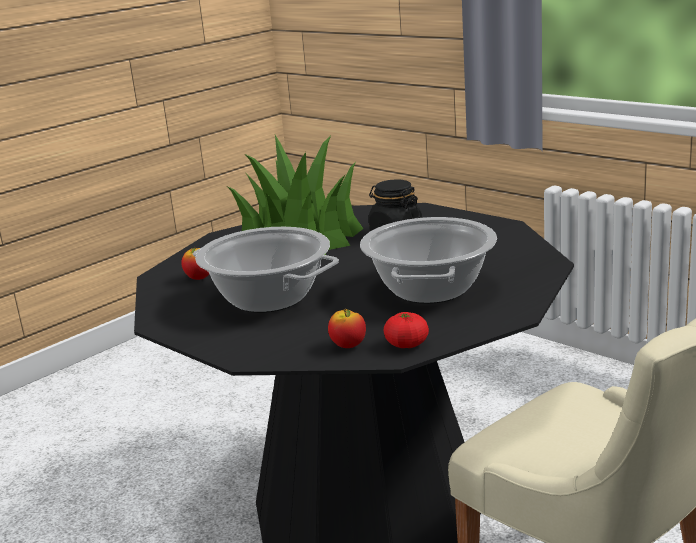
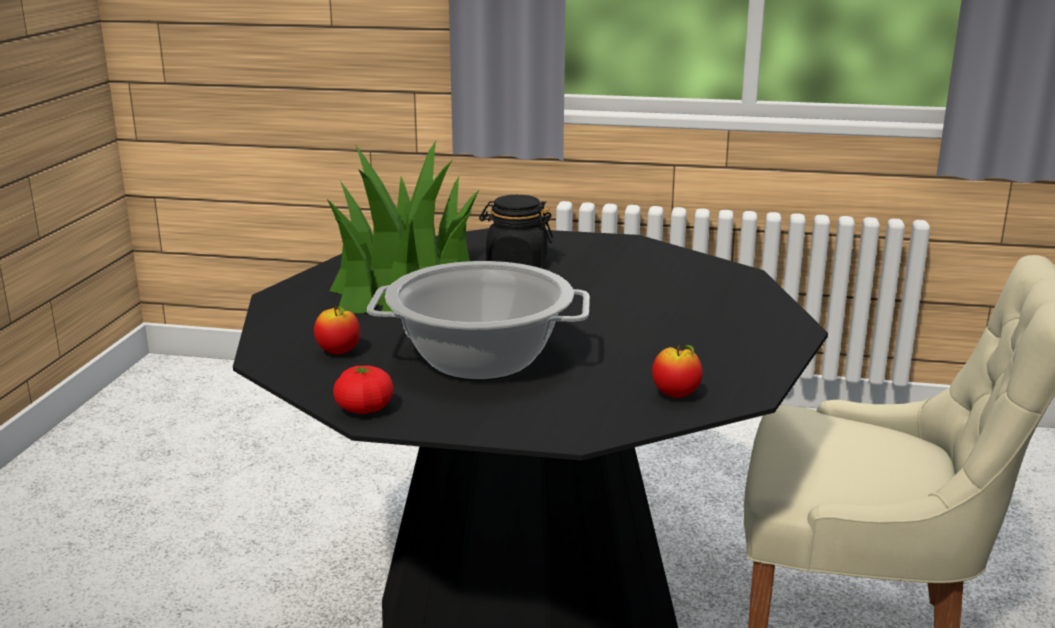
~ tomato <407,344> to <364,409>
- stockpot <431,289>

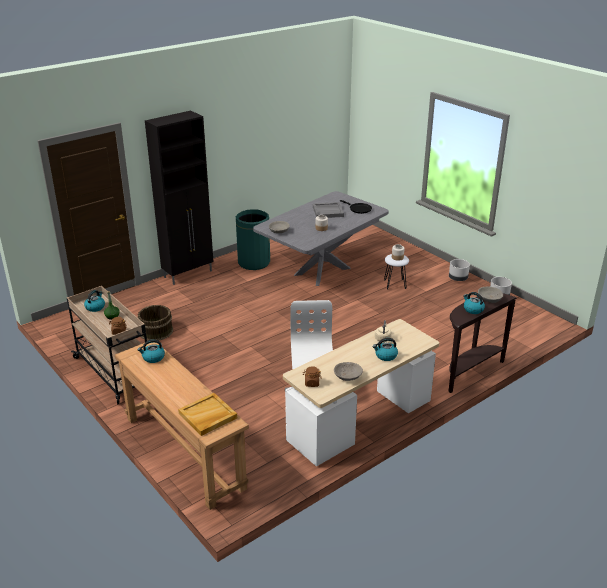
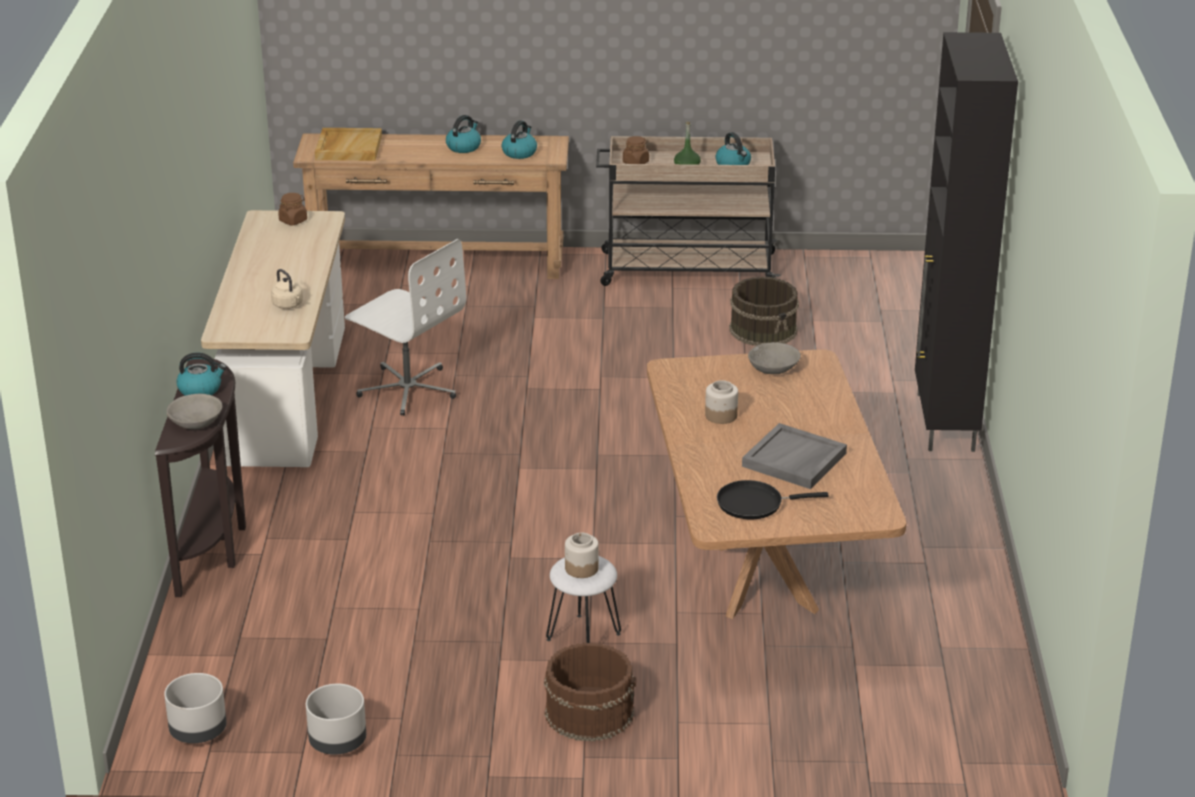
~ flower pot (gray) <458,278> to <199,732>
~ water kettle <385,356> to <463,147>
+ water bucket (brownish) <589,712>
~ kitchen table (gray) <321,271> to kitchen table (brownish) <761,574>
- trash can (green) <254,262>
- deep dish (gray) <347,376>

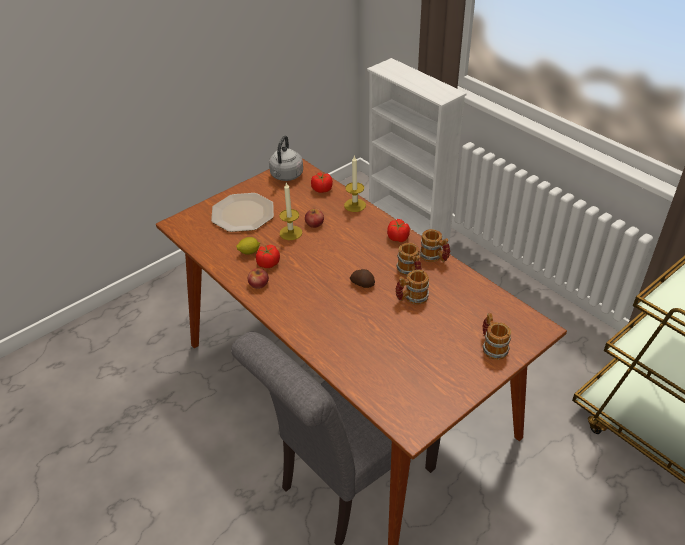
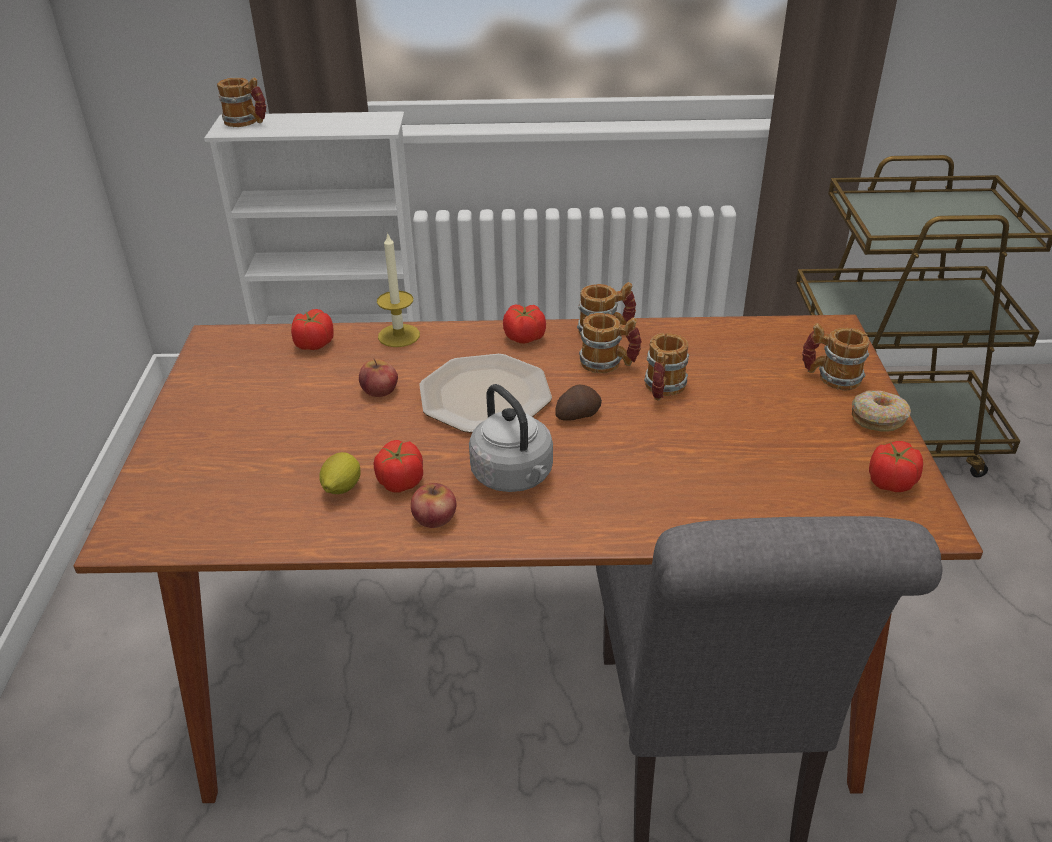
+ tea mug <247,122>
~ dinner plate <243,213> to <485,394>
~ water kettle (gray) <286,176> to <514,477>
+ donut <878,418>
+ tomato <890,482>
- wax candle <290,233>

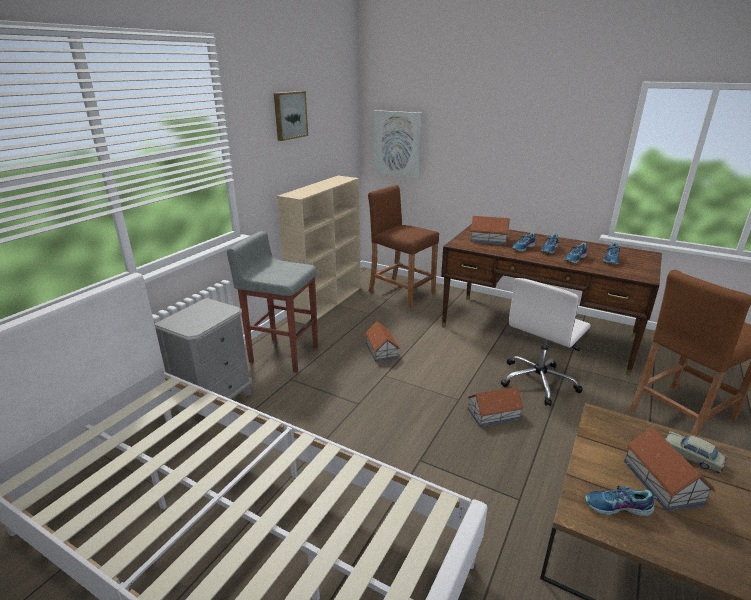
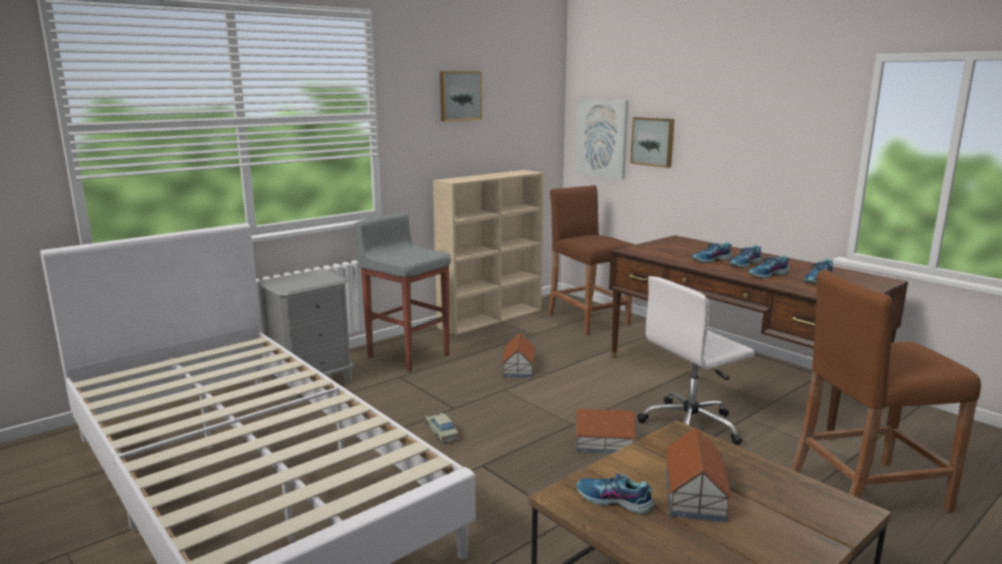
~ model car (beige-coloured) <691,456> to <442,433>
+ wall picture <653,141>
- toy house <488,239>

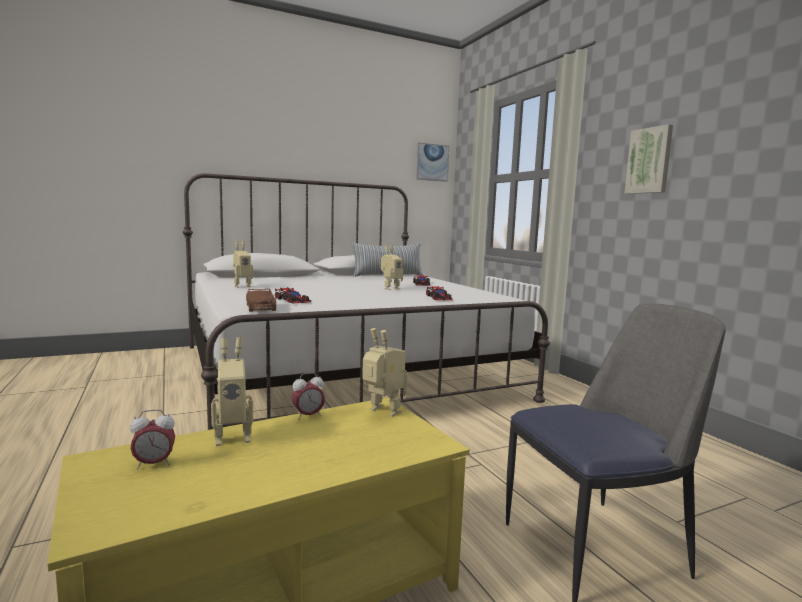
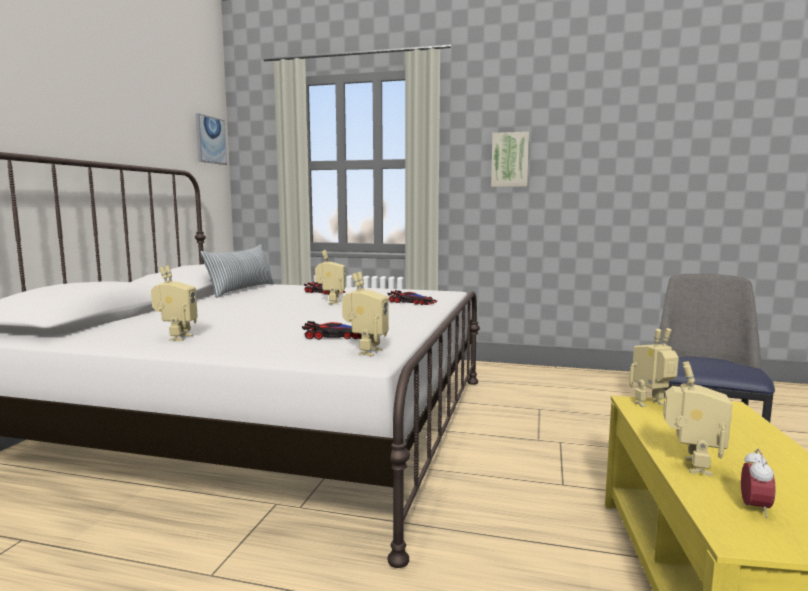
~ model car (brownish) <261,308> to toy robot <365,352>
- bedside clock <308,416>

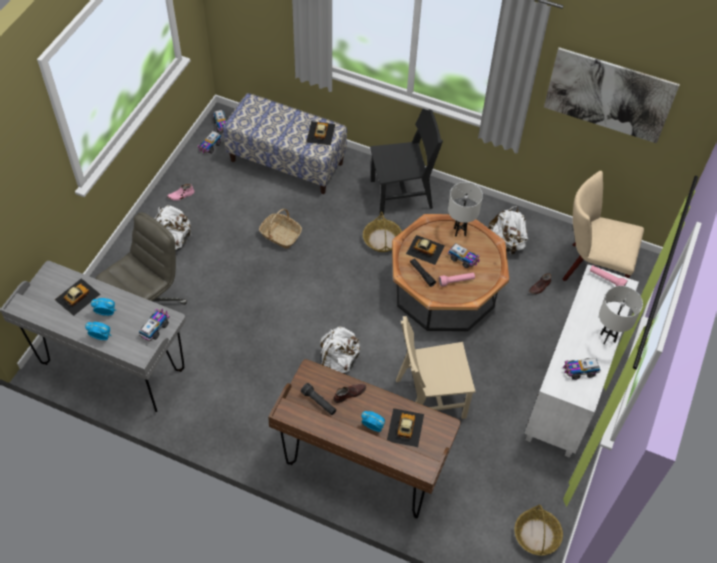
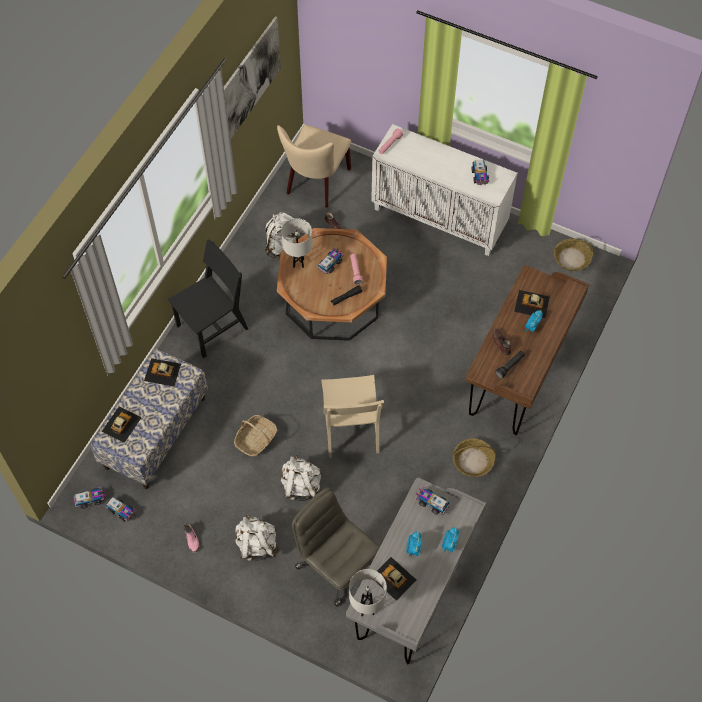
~ model car <425,249> to <121,424>
~ chair (black-coloured) <401,194> = <212,327> 60 degrees clockwise
~ backpack (whitish) <338,362> to <301,486>
~ chair (beige-coloured) <430,398> to <350,429>
~ tabletop lamp (whitish) <607,338> to <366,609>
~ storage basket <382,239> to <472,461>

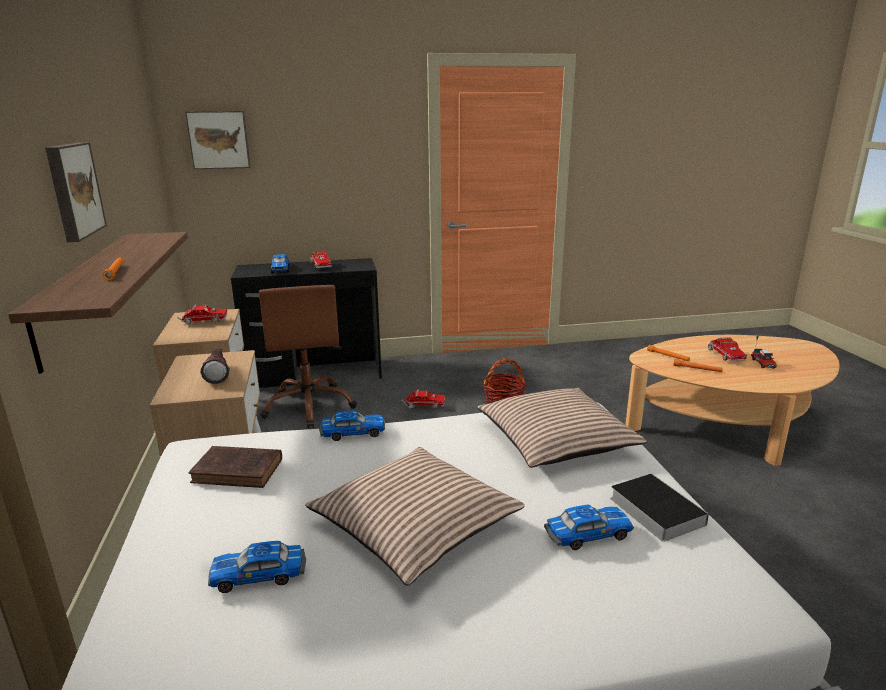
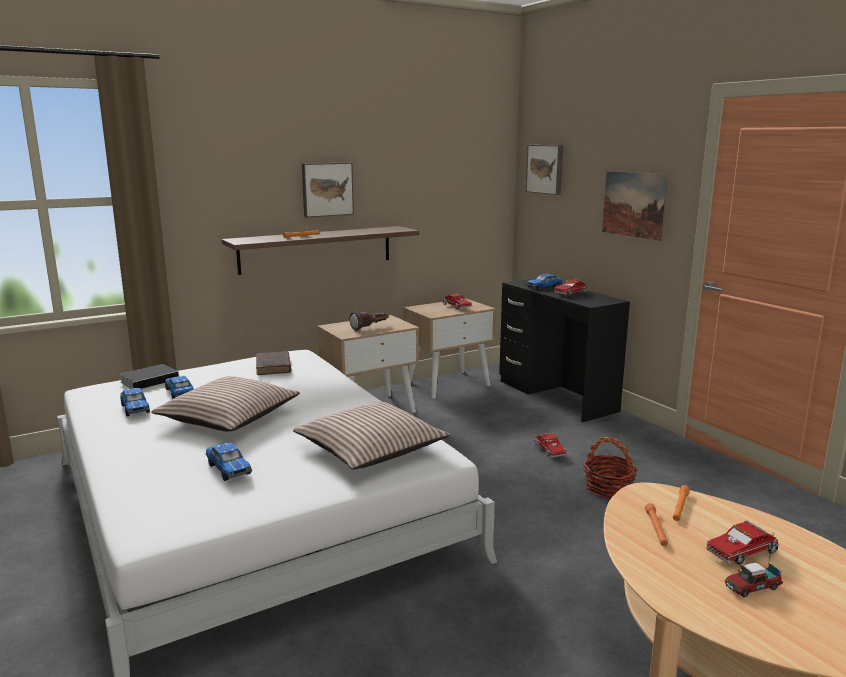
~ volume <653,510> to <151,380>
~ model car <352,433> to <135,408>
+ wall picture <634,204>
- office chair (brownish) <309,406>

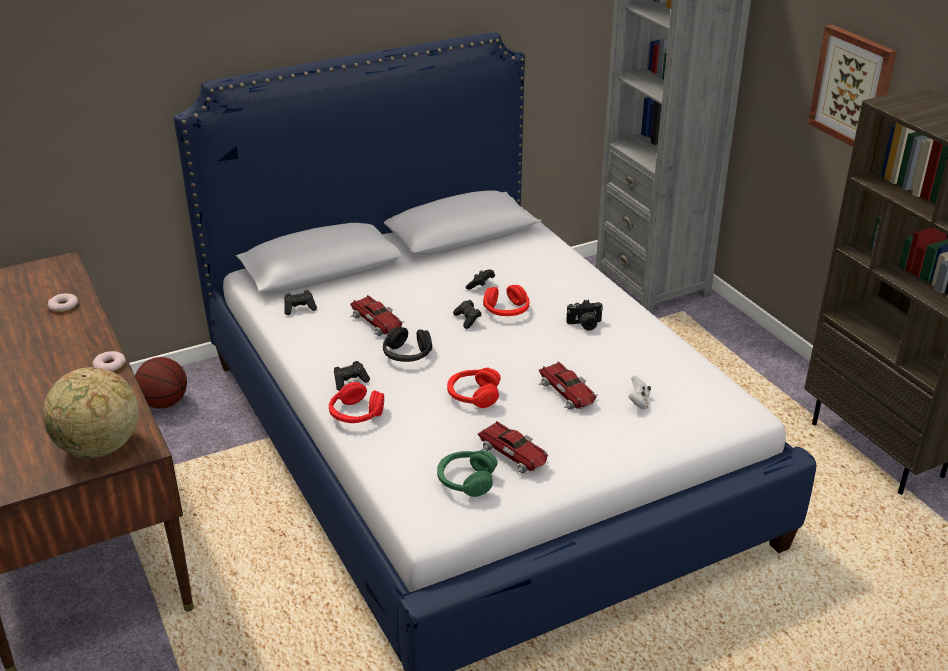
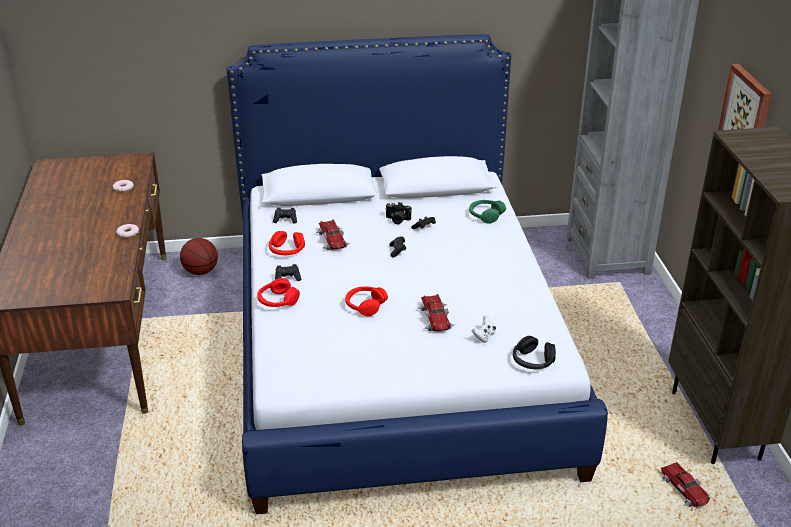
~ pair of headphones (reddish) <506,310> to <287,250>
~ still camera <585,324> to <397,220>
~ pair of headphones (green) <466,480> to <486,215>
~ pair of headphones (black-coloured) <407,354> to <533,361>
~ model car <514,453> to <685,490>
- globe <99,448>

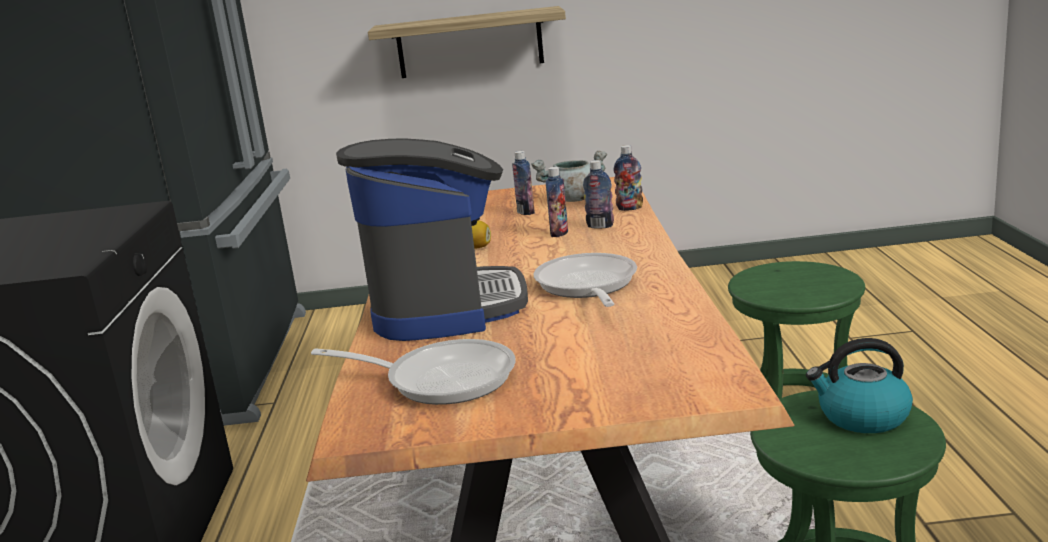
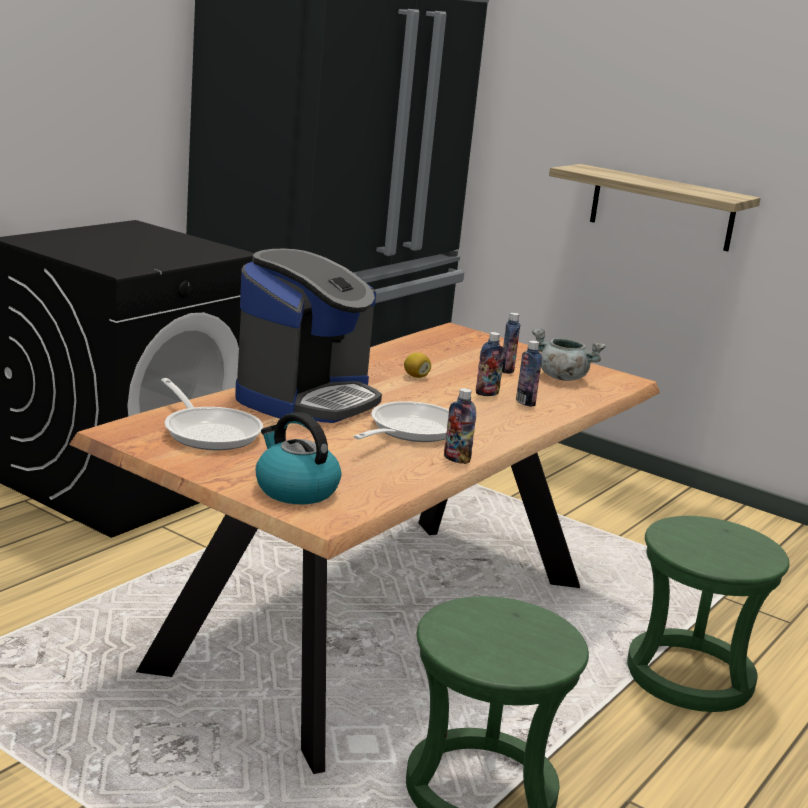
~ water kettle <862,417> to <295,490>
~ bottle <629,208> to <456,459>

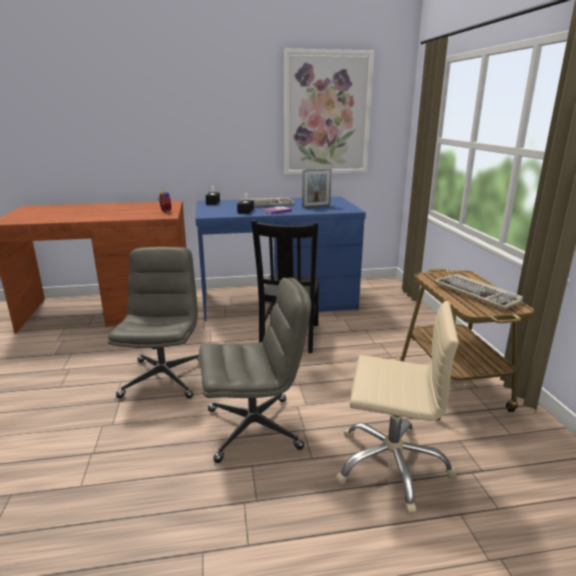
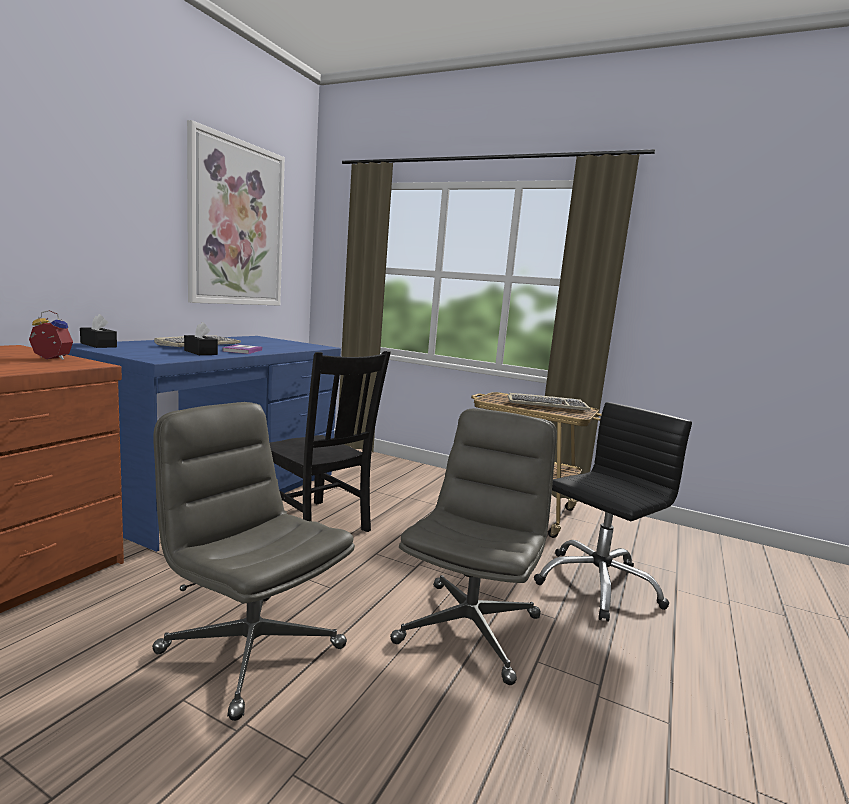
~ office chair (beige-coloured) <391,464> to office chair (black-coloured) <597,584>
- picture frame <316,206>

